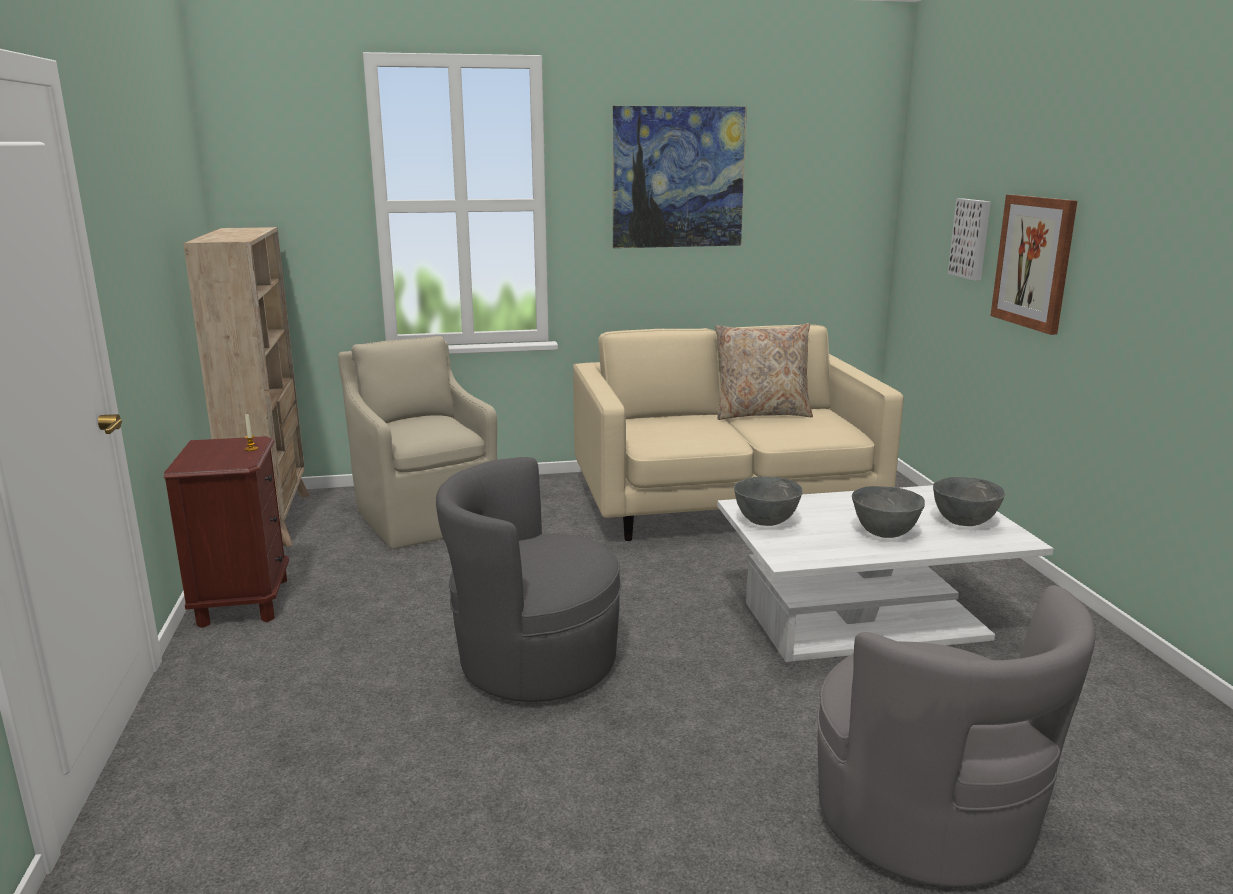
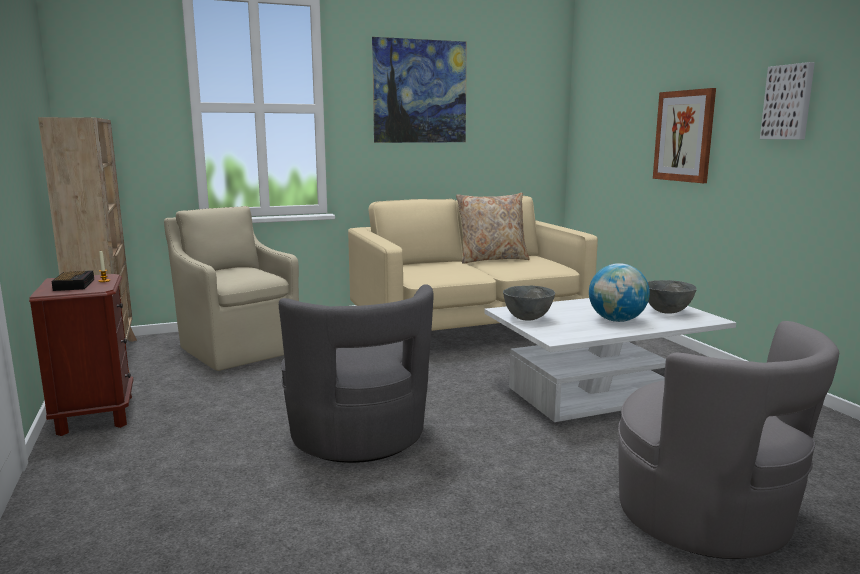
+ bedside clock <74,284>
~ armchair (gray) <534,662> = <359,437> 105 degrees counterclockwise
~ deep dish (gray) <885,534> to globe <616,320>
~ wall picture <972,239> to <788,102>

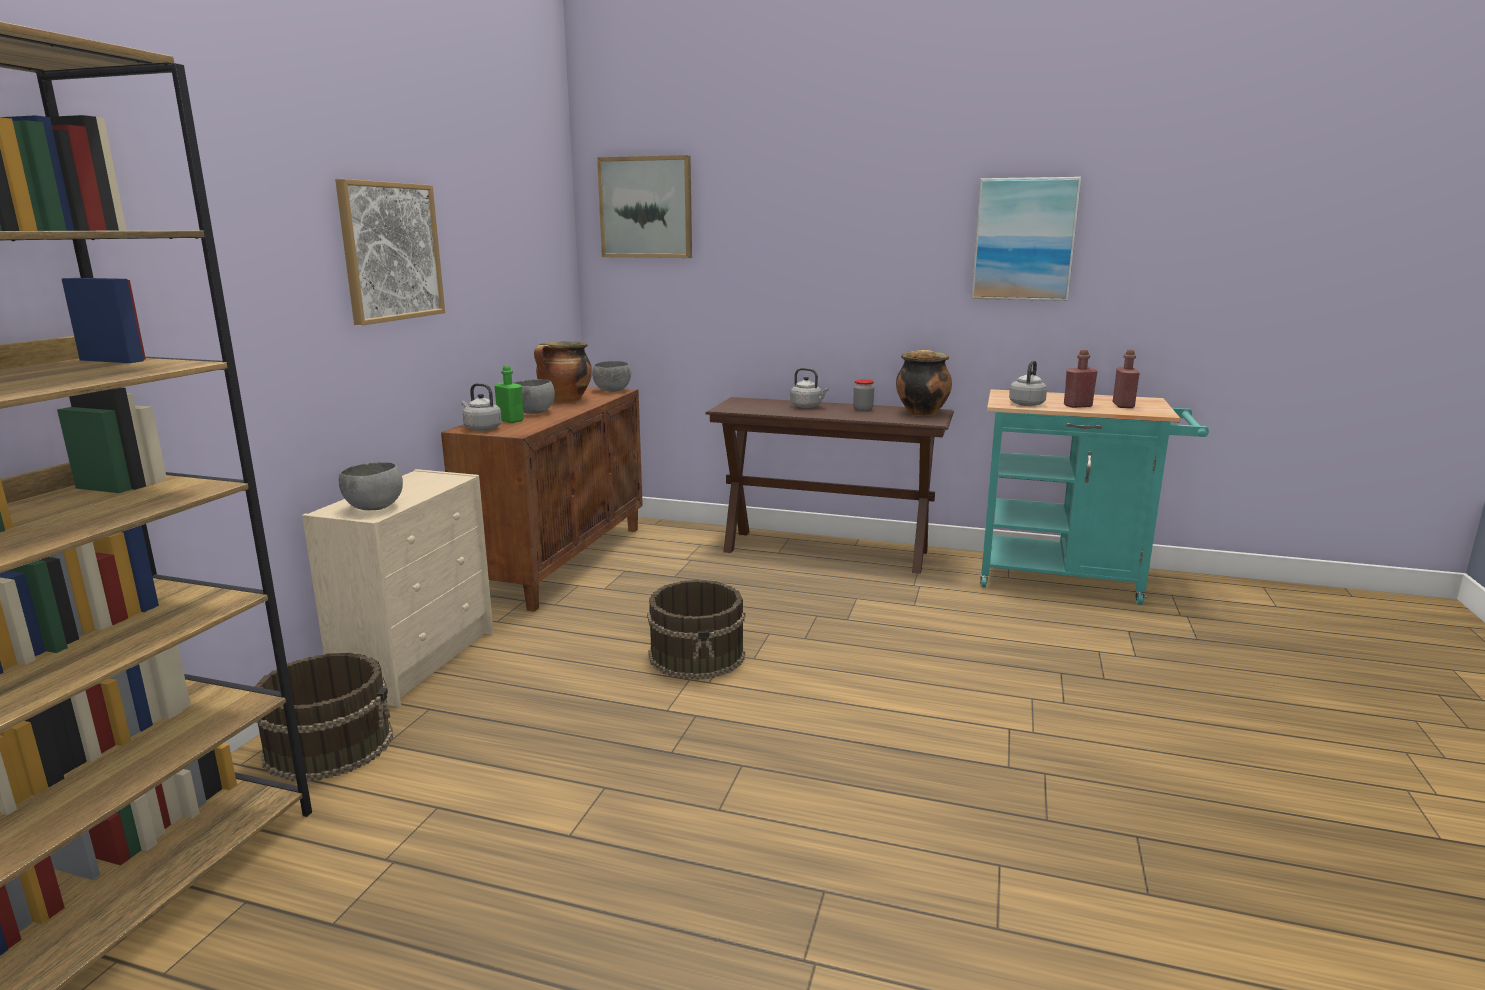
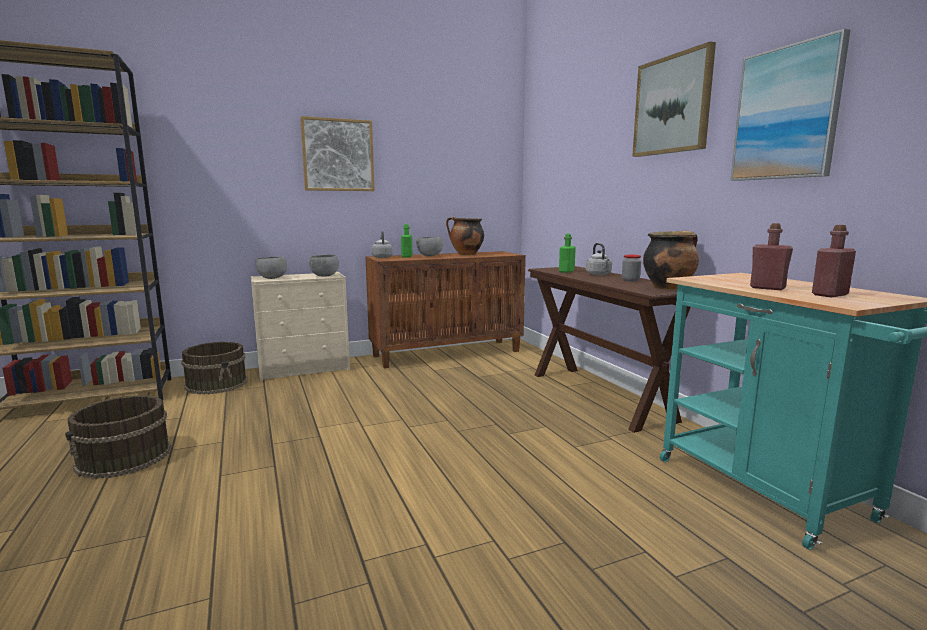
~ water bucket (brownish) <698,655> to <124,458>
~ deep dish (gray) <613,391> to <325,276>
+ bottle (green) <566,271>
~ wall picture <646,207> to <672,105>
- water kettle (gray) <1027,404>

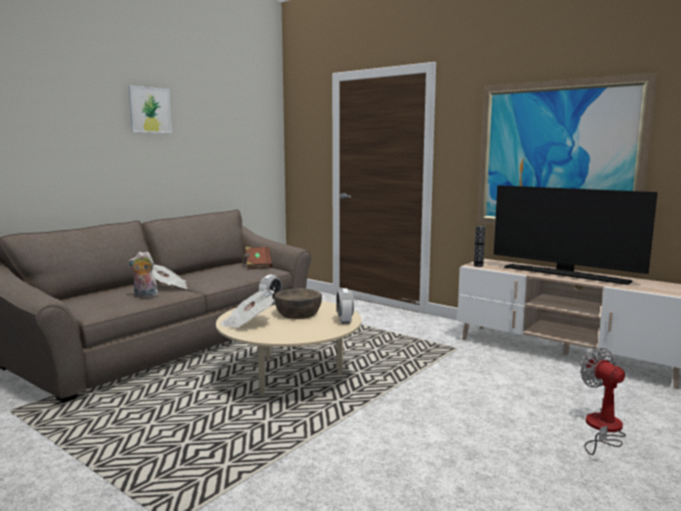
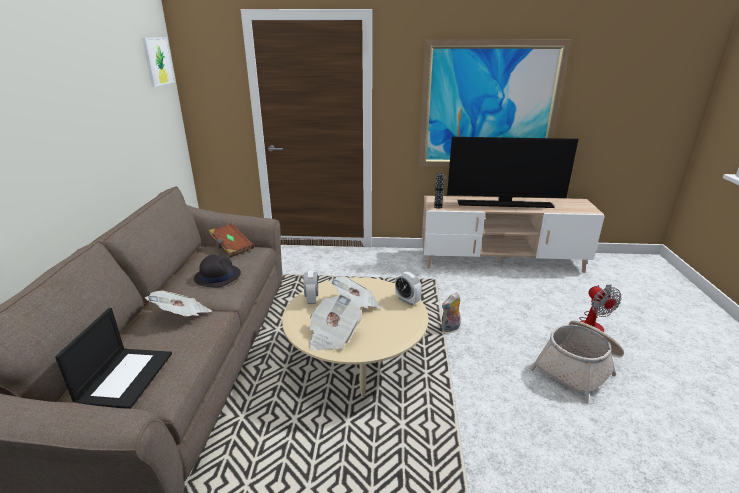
+ notebook computer <125,376>
~ wall picture <150,110> to <158,61>
+ hat (black-coloured) <217,276>
~ deep dish (brownish) <298,313> to daily paper <356,304>
~ soft toy <144,296> to <450,328>
+ storage basket <578,368>
~ fan <602,429> = <593,324> 135 degrees counterclockwise

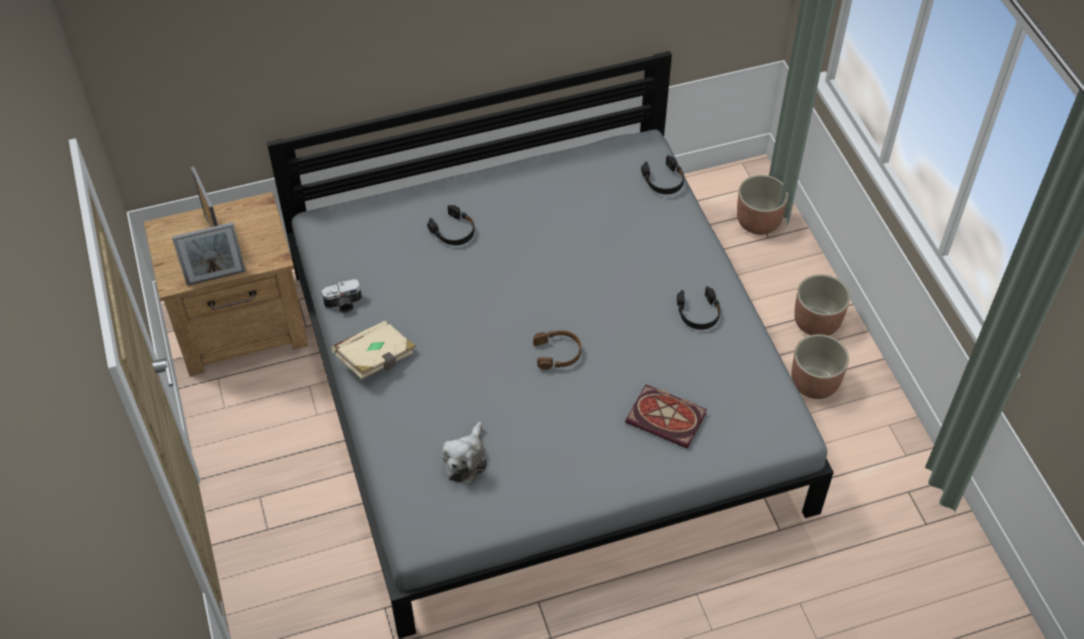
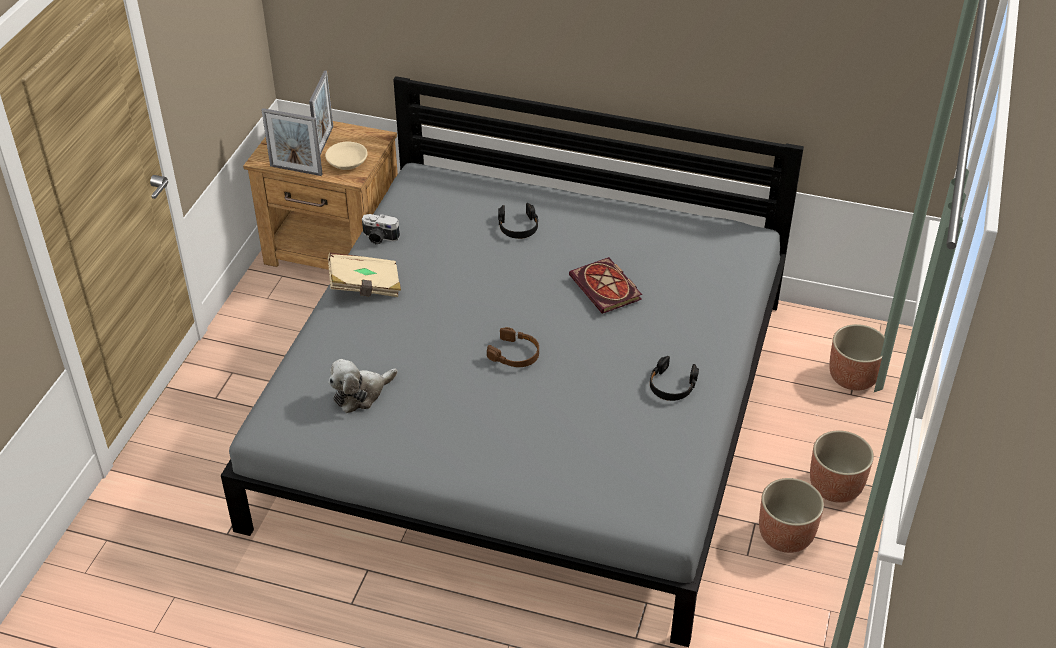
+ deep dish (beige-coloured) <346,162>
~ volume <668,418> to <607,288>
- pair of headphones (black-coloured) <664,180>

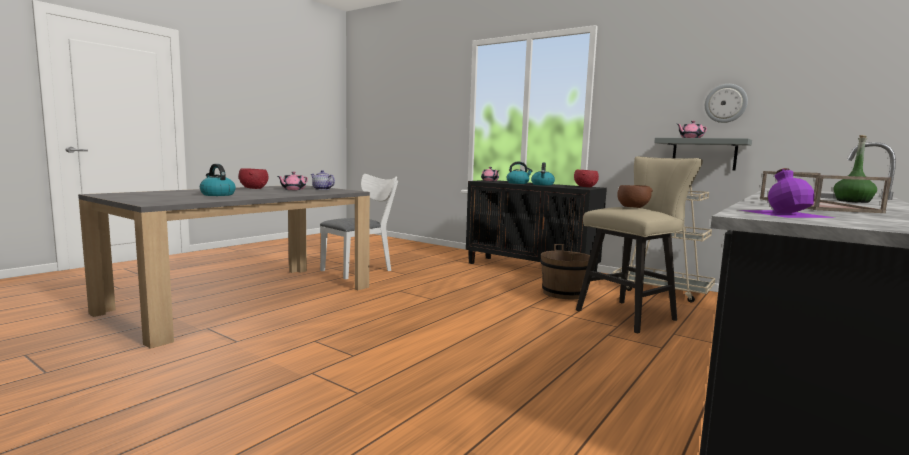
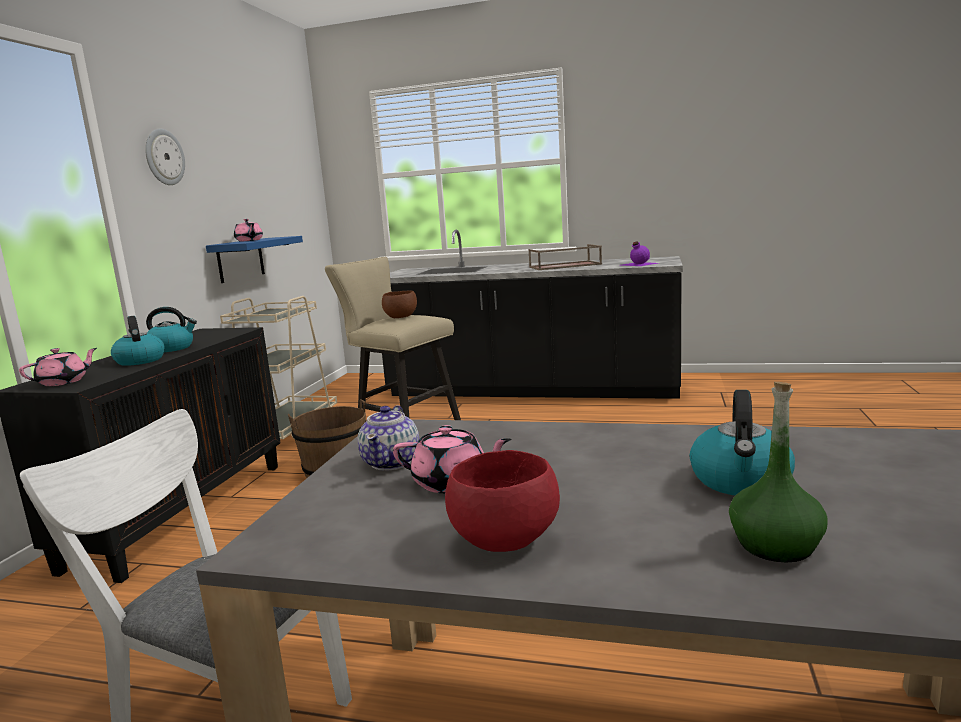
~ clock on the wall <725,103> to <164,157>
~ bracket shelf (gray) <704,154> to bracket shelf (blue-coloured) <240,260>
~ bottle (green) <853,201> to <775,545>
- deep dish (reddish) <585,187>

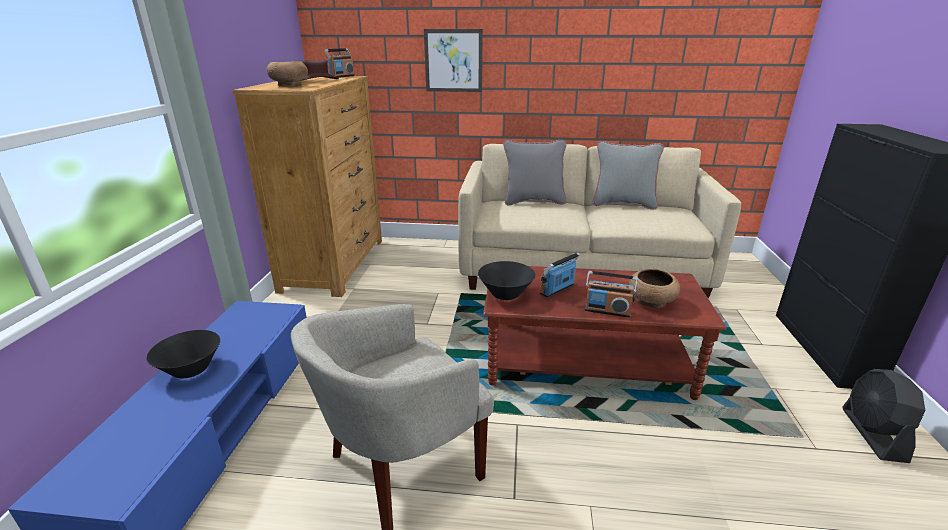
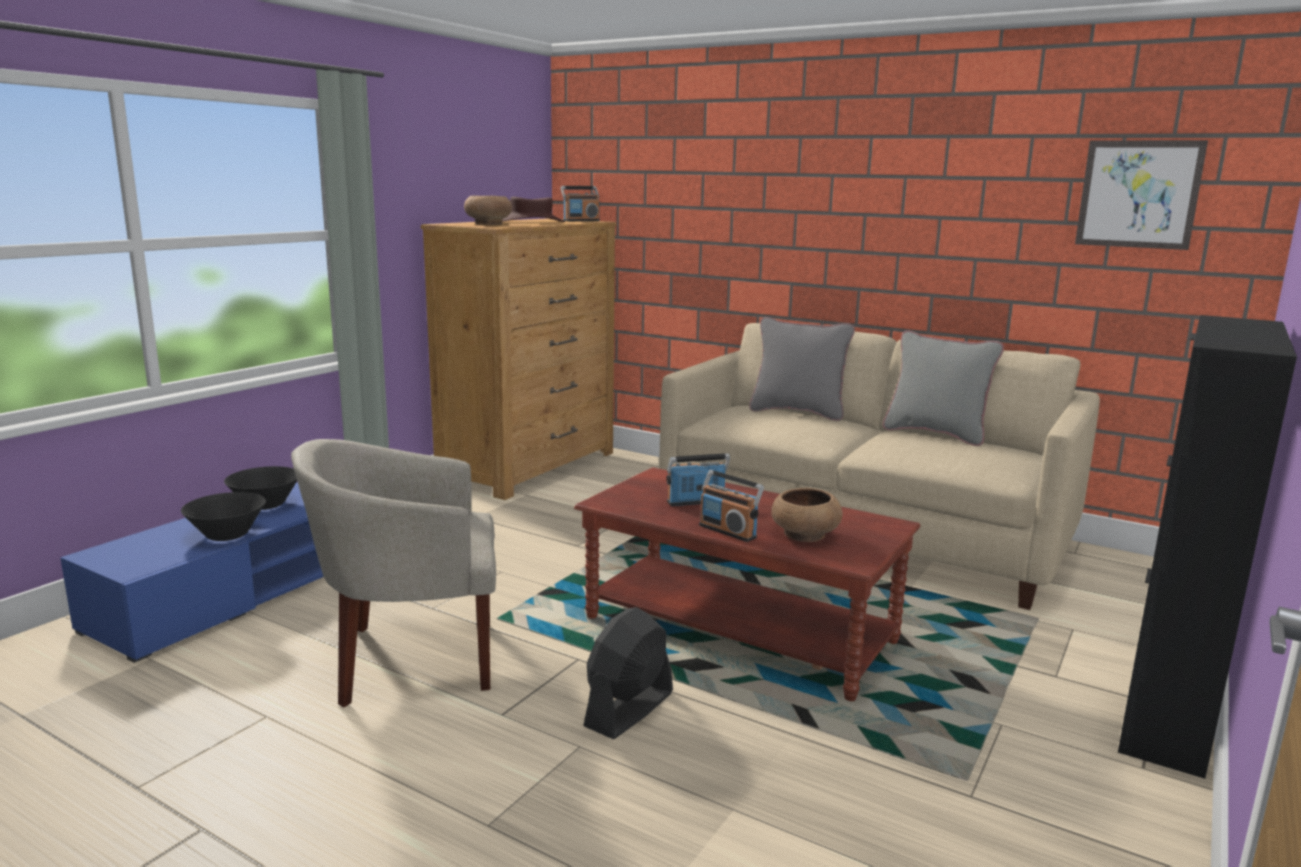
~ deep dish (black-coloured) <505,294> to <227,535>
~ fan (black-coloured) <873,434> to <629,709>
~ wall picture <453,61> to <1138,194>

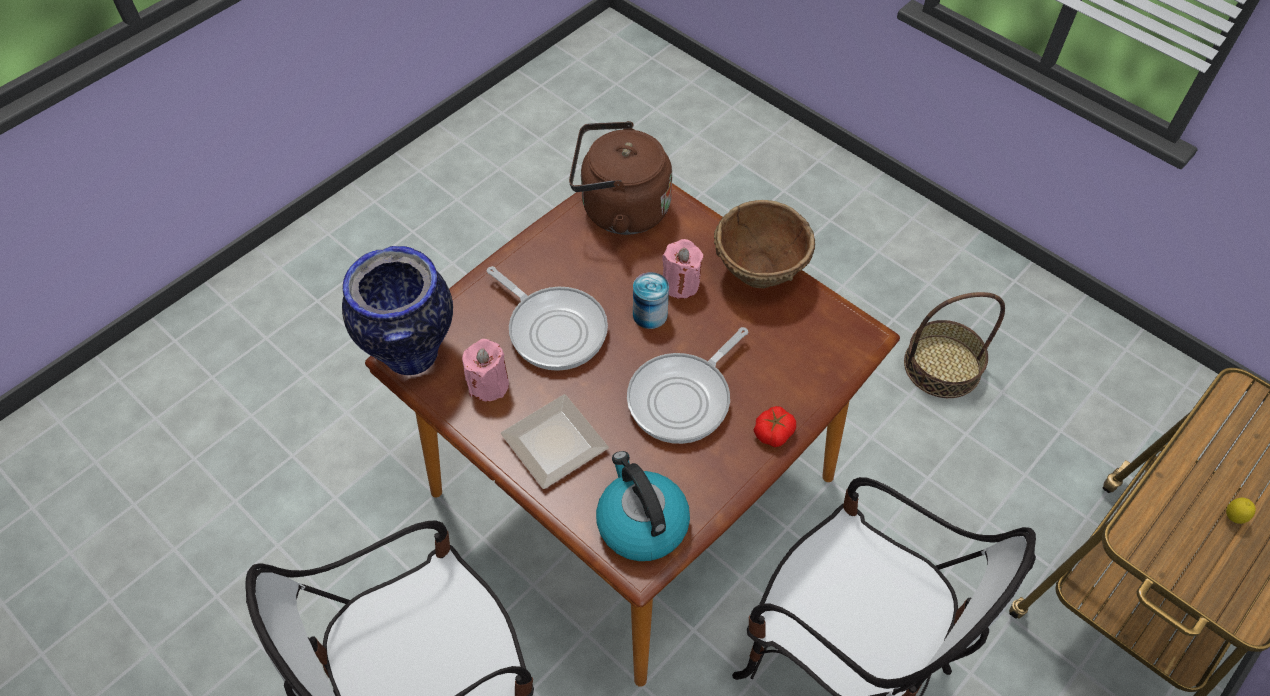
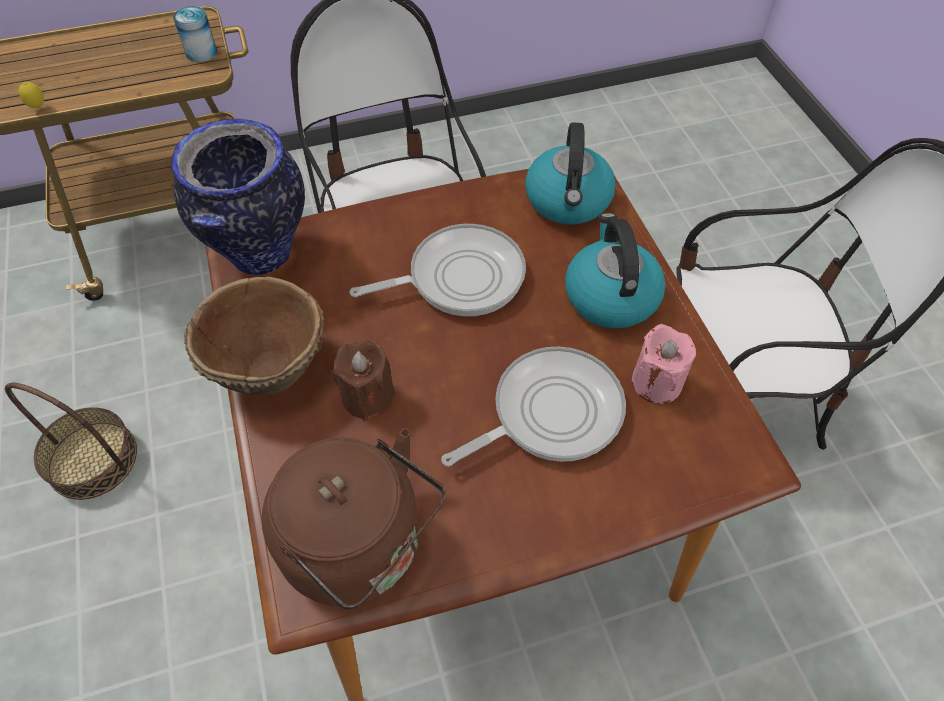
~ lemon <1232,518> to <38,107>
~ vase <411,353> to <261,256>
~ sealed can <650,314> to <201,52>
~ wax candle (pinkish) <680,284> to wax candle (brownish) <367,397>
~ skillet <554,328> = <549,413> 75 degrees clockwise
~ dinner plate <555,440> to water kettle <610,295>
- tomato <773,432>

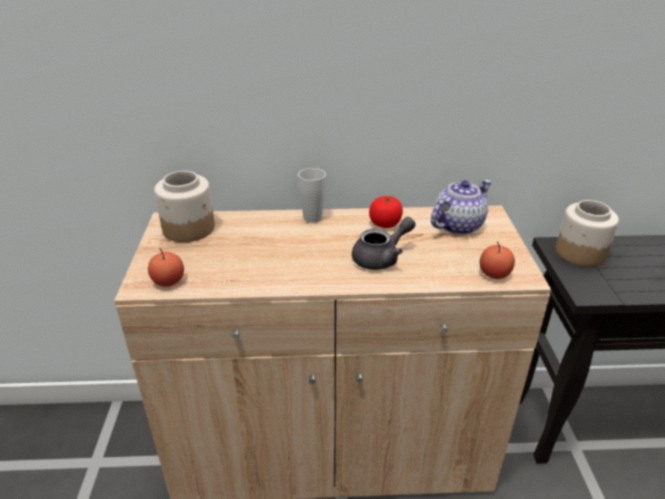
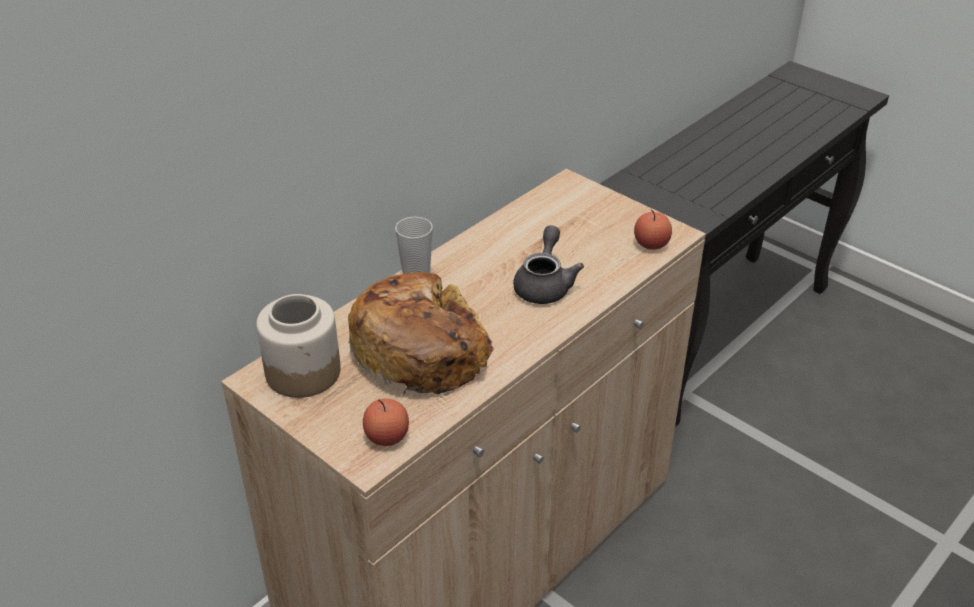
+ bread <423,349>
- tomato <385,223>
- pot for tea <457,225>
- storage jar <579,252>

